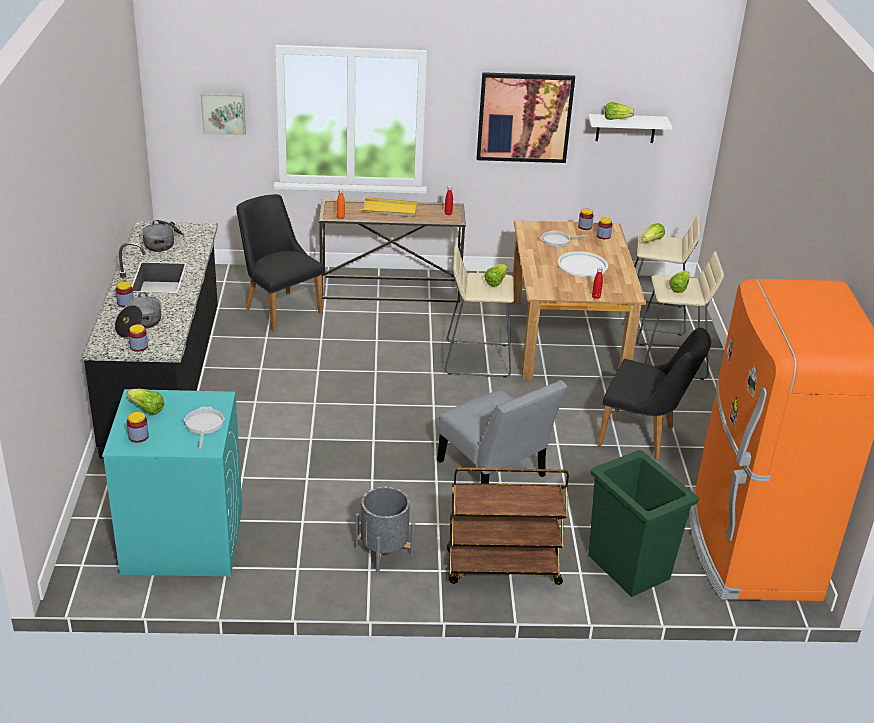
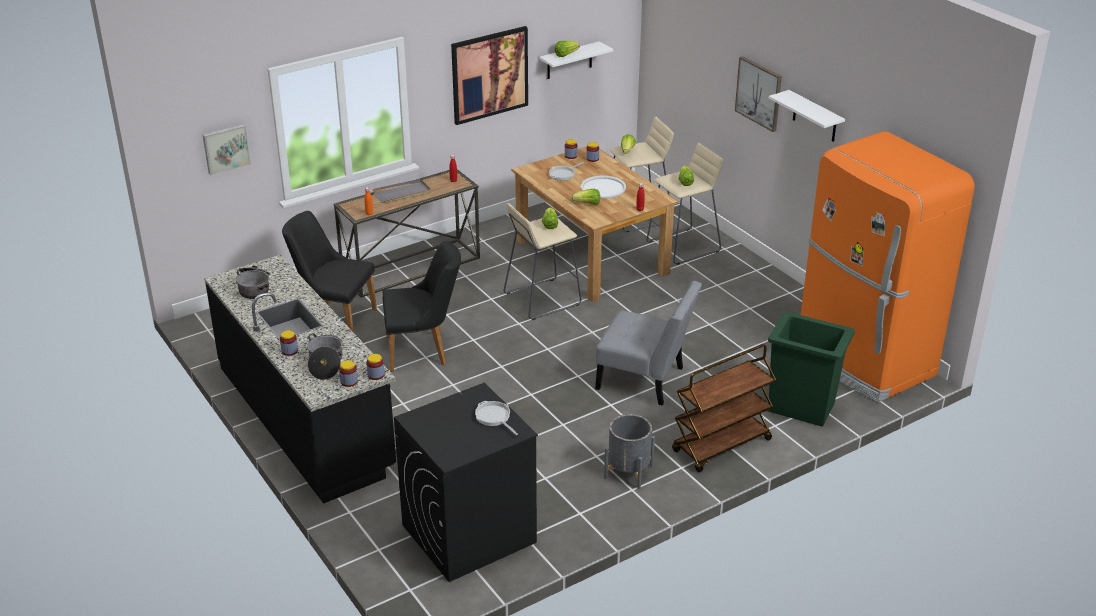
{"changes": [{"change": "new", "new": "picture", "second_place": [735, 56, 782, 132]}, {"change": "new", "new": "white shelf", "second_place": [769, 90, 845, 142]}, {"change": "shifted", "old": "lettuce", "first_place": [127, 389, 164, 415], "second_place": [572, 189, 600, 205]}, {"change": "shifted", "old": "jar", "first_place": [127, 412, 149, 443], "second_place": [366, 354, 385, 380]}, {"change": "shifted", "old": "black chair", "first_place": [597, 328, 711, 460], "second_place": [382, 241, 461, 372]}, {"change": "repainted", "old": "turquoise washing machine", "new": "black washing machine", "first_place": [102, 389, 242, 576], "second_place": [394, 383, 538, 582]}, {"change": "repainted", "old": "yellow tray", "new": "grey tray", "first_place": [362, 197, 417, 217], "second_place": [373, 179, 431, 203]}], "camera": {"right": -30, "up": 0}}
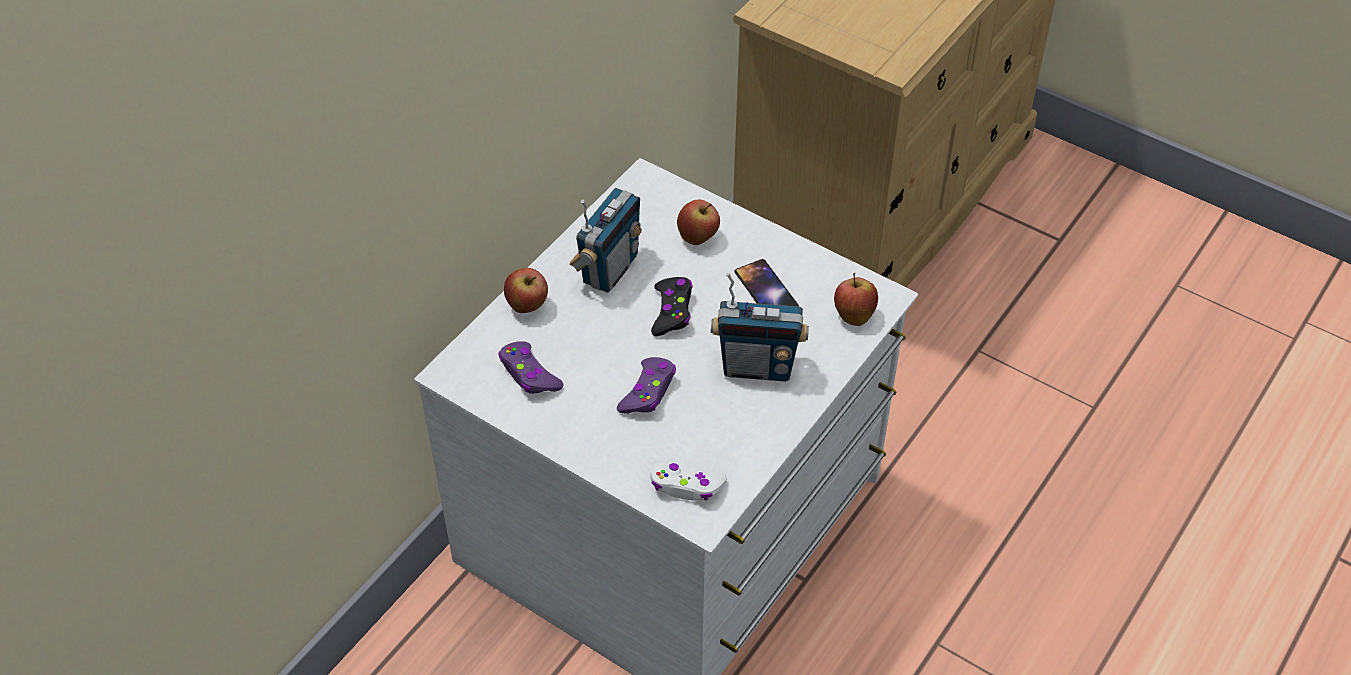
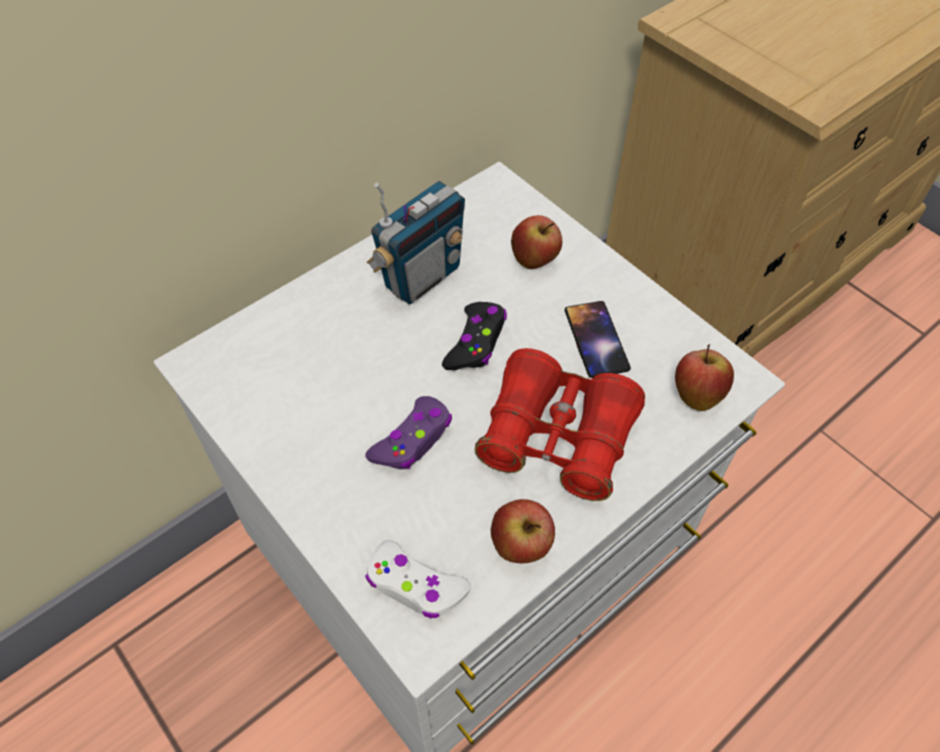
{"changes": [{"change": "gone", "old": "purple game controller", "first_place": [499, 341, 563, 394]}, {"change": "shifted", "old": "apple", "first_place": [504, 268, 548, 313], "second_place": [491, 499, 555, 563]}, {"change": "swapped", "old": "radio", "new": "red binoculars", "first_place": [711, 273, 809, 381], "second_place": [475, 348, 645, 501]}], "camera": {"right": 15, "up": 5}}
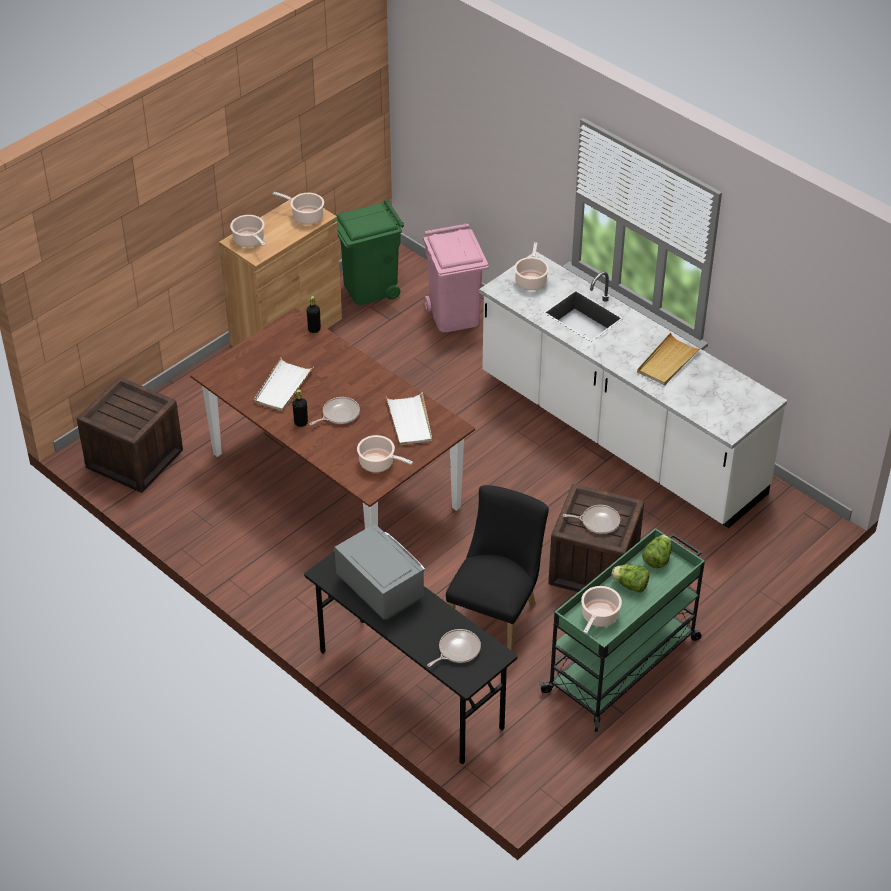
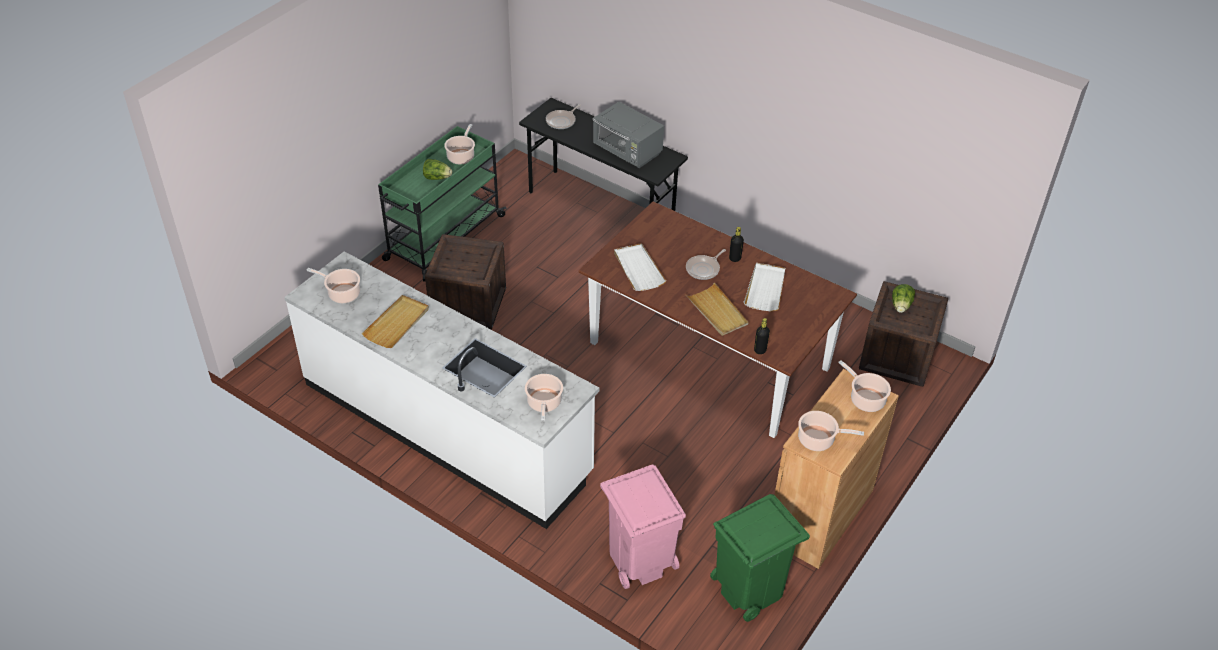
{"changes": [{"change": "gone", "old": "black chair", "first_place": [446, 485, 549, 652]}, {"change": "gone", "old": "frying pan", "first_place": [563, 505, 620, 534]}, {"change": "new", "new": "beige tray", "second_place": [685, 282, 749, 336]}, {"change": "shifted", "old": "cooking pot", "first_place": [357, 435, 413, 473], "second_place": [307, 268, 360, 303]}, {"change": "shifted", "old": "lettuce", "first_place": [642, 535, 672, 568], "second_place": [892, 284, 915, 313]}], "camera": {"right": 170, "up": 0}}
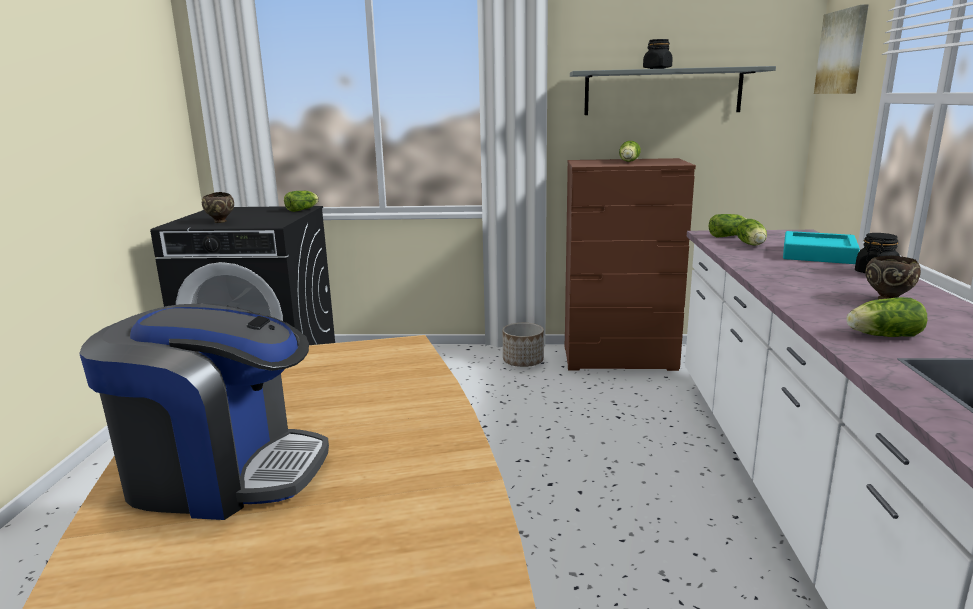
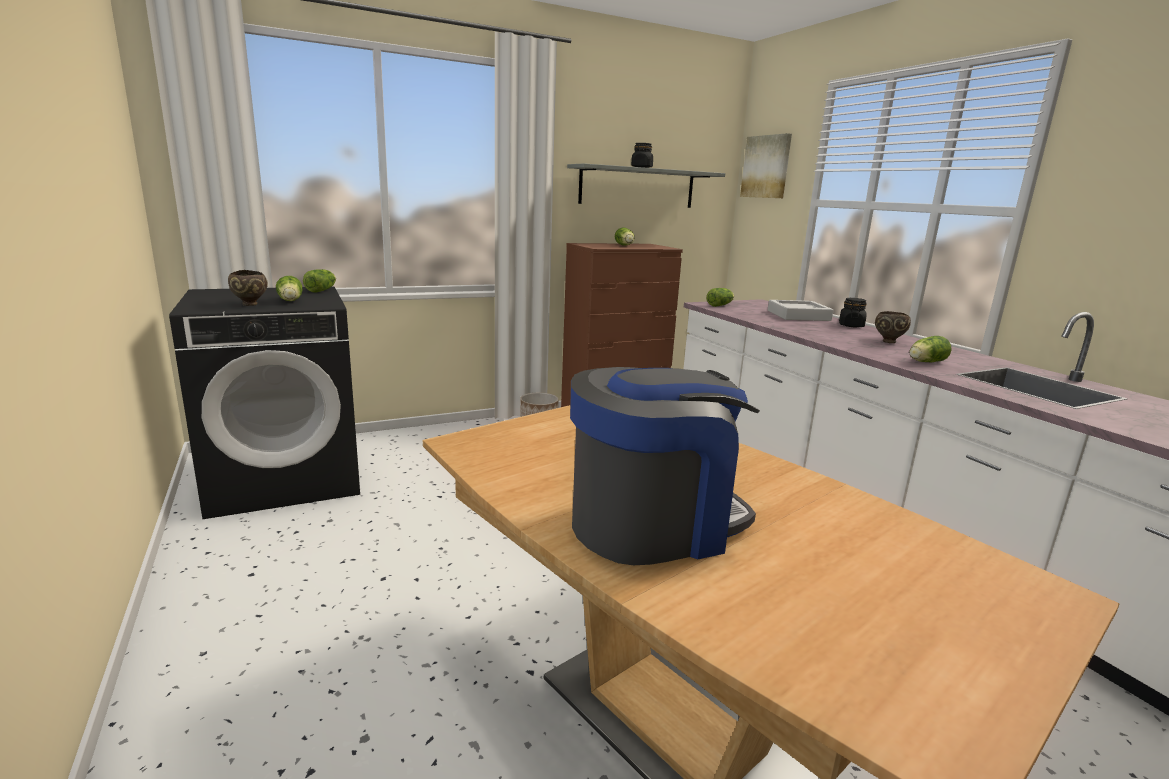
{"changes": [{"change": "shifted", "old": "lettuce", "first_place": [736, 219, 767, 246], "second_place": [276, 276, 303, 301]}, {"change": "repainted", "old": "turquoise tray", "new": "grey tray", "first_place": [783, 231, 860, 264], "second_place": [768, 300, 834, 321]}], "camera": {"right": -30, "up": 0}}
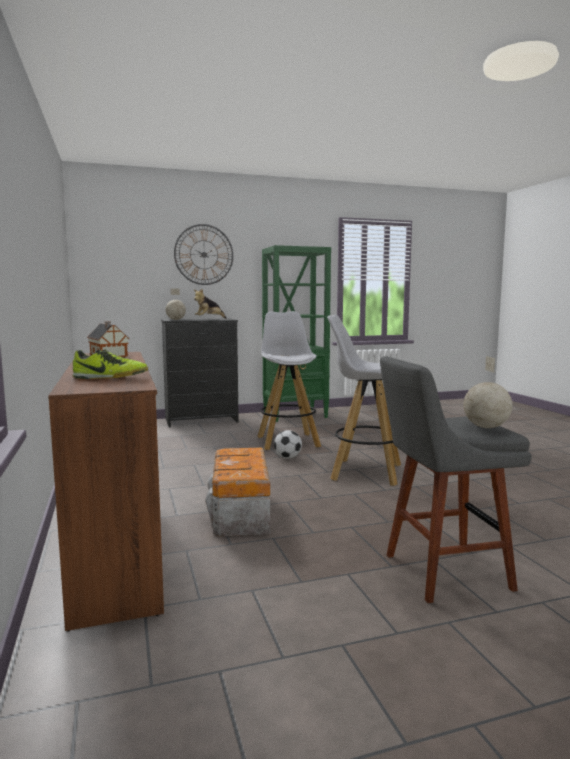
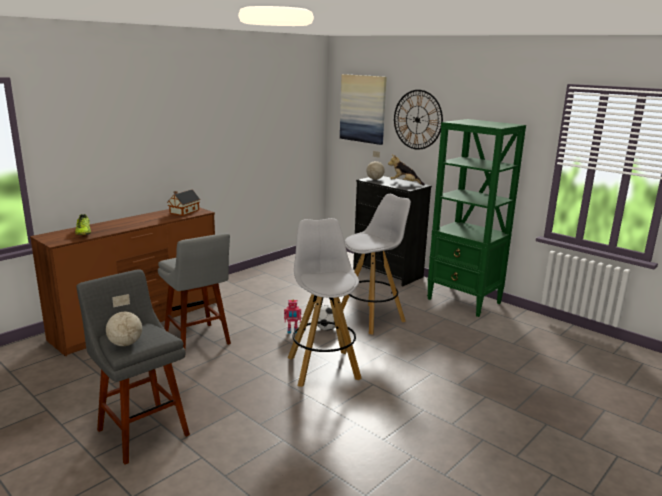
{"changes": [{"change": "new", "new": "toy robot", "second_place": [284, 300, 301, 334]}, {"change": "new", "new": "picture", "second_place": [340, 74, 387, 145]}, {"change": "swapped", "old": "storage box", "new": "grey stool", "first_place": [205, 448, 270, 537], "second_place": [158, 233, 231, 349]}], "camera": {"right": 60, "up": 10}}
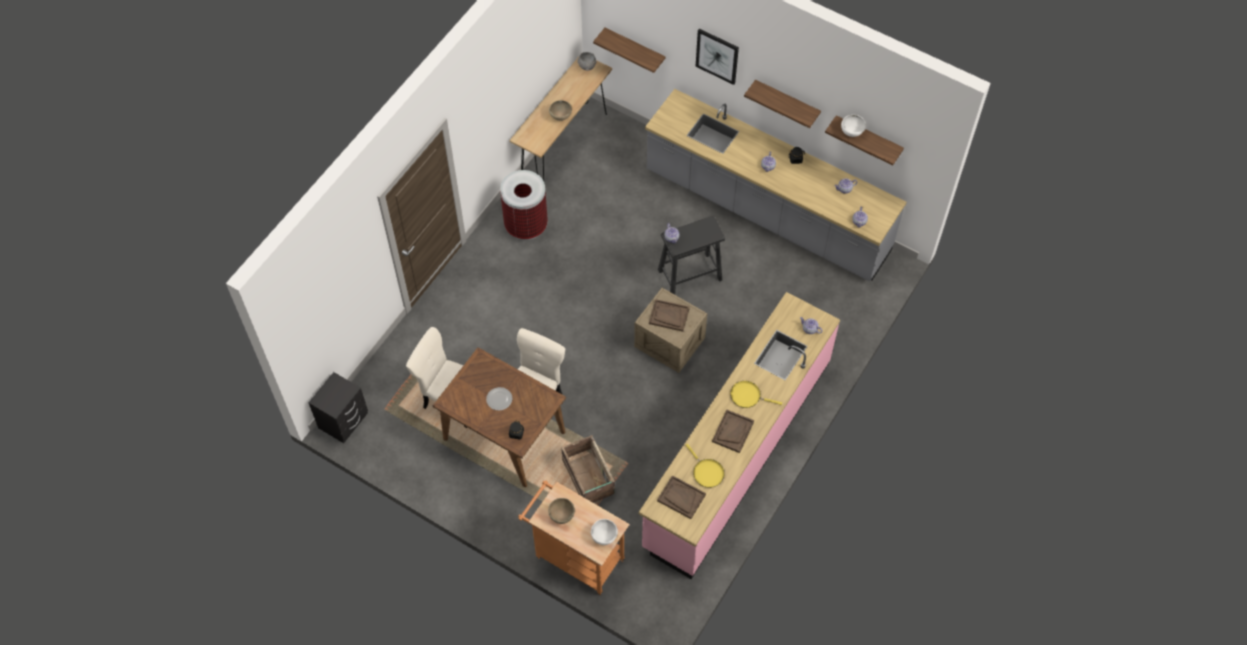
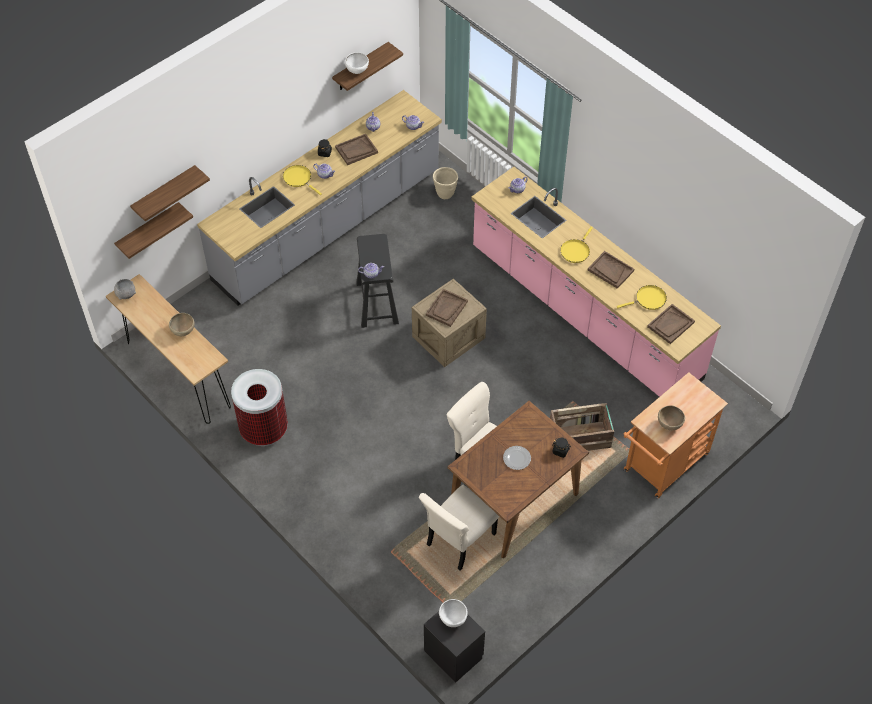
{"changes": [{"change": "gone", "old": "picture", "first_place": [696, 29, 739, 85]}, {"change": "new", "new": "yellow frying pan", "second_place": [283, 165, 322, 195]}, {"change": "new", "new": "brown tray", "second_place": [335, 134, 378, 165]}, {"change": "new", "new": "beige planter", "second_place": [433, 167, 458, 199]}, {"change": "shifted", "old": "white bowl", "first_place": [591, 519, 618, 545], "second_place": [439, 599, 468, 627]}, {"change": "shifted", "old": "shelf", "first_place": [744, 80, 821, 128], "second_place": [130, 165, 210, 222]}], "camera": {"right": -75, "up": -5}}
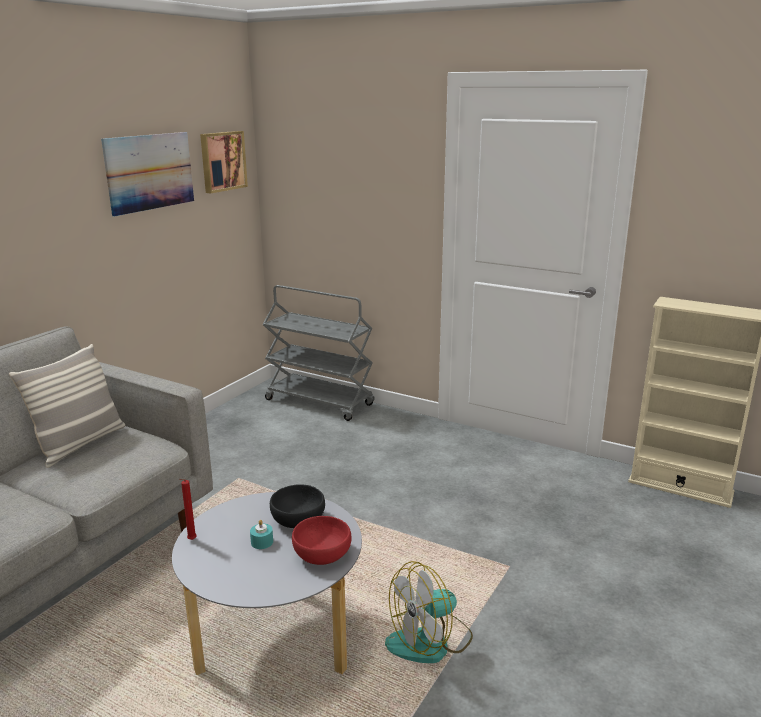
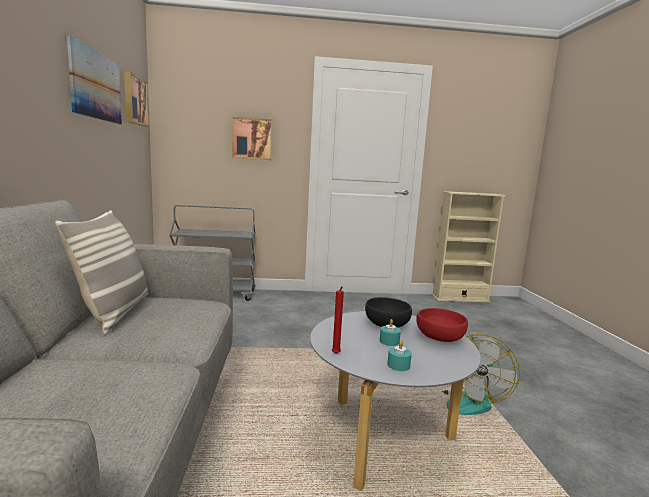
{"changes": [{"change": "new", "new": "picture", "second_place": [232, 117, 273, 160]}, {"change": "new", "new": "turquoise candle", "second_place": [387, 340, 412, 371]}], "camera": {"right": -35, "up": -10}}
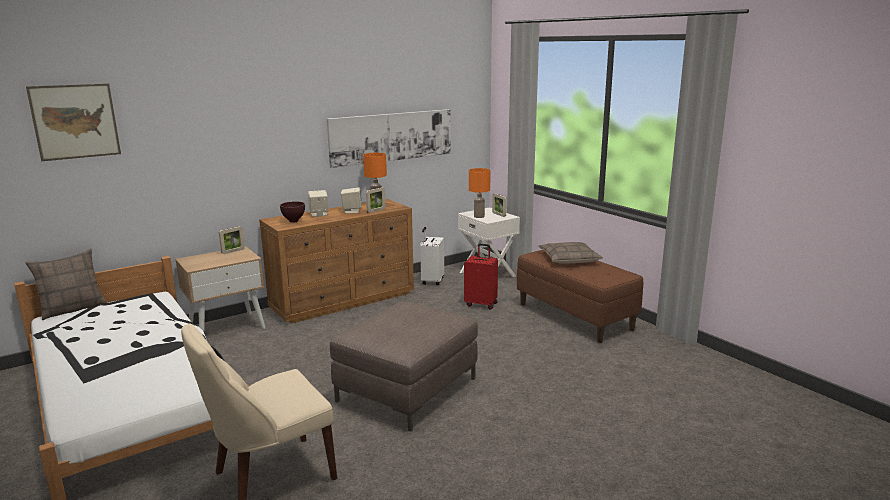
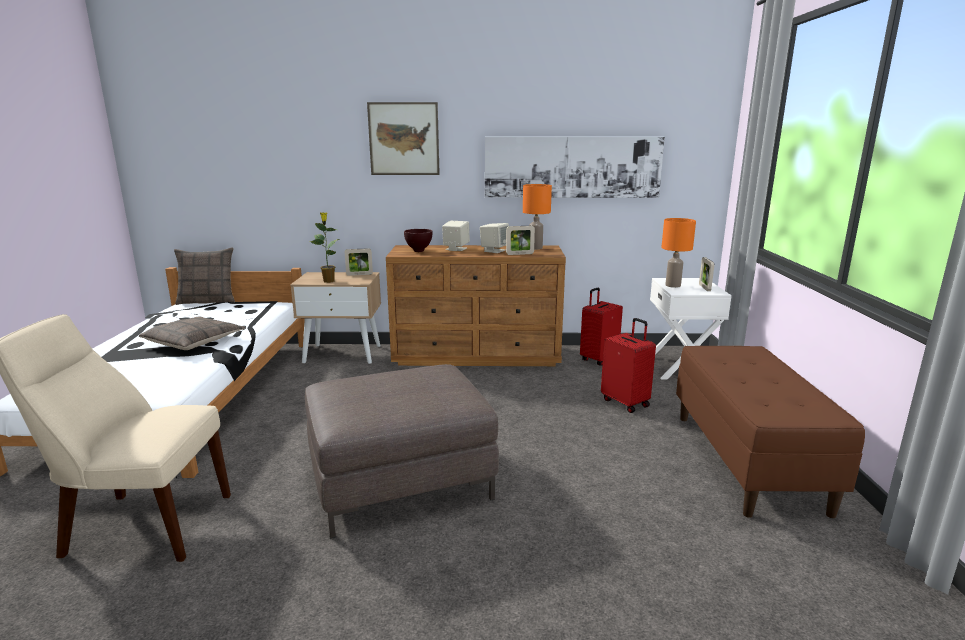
{"changes": [{"change": "new", "new": "potted plant", "second_place": [310, 212, 340, 283]}, {"change": "shifted", "old": "picture", "first_place": [26, 83, 121, 161], "second_place": [367, 102, 440, 175]}, {"change": "shifted", "old": "pillow", "first_place": [539, 242, 603, 263], "second_place": [139, 317, 245, 350]}, {"change": "repainted", "old": "white suitcase", "new": "red suitcase", "first_place": [420, 227, 444, 285], "second_place": [580, 288, 623, 366]}], "camera": {"right": 35, "up": 0}}
